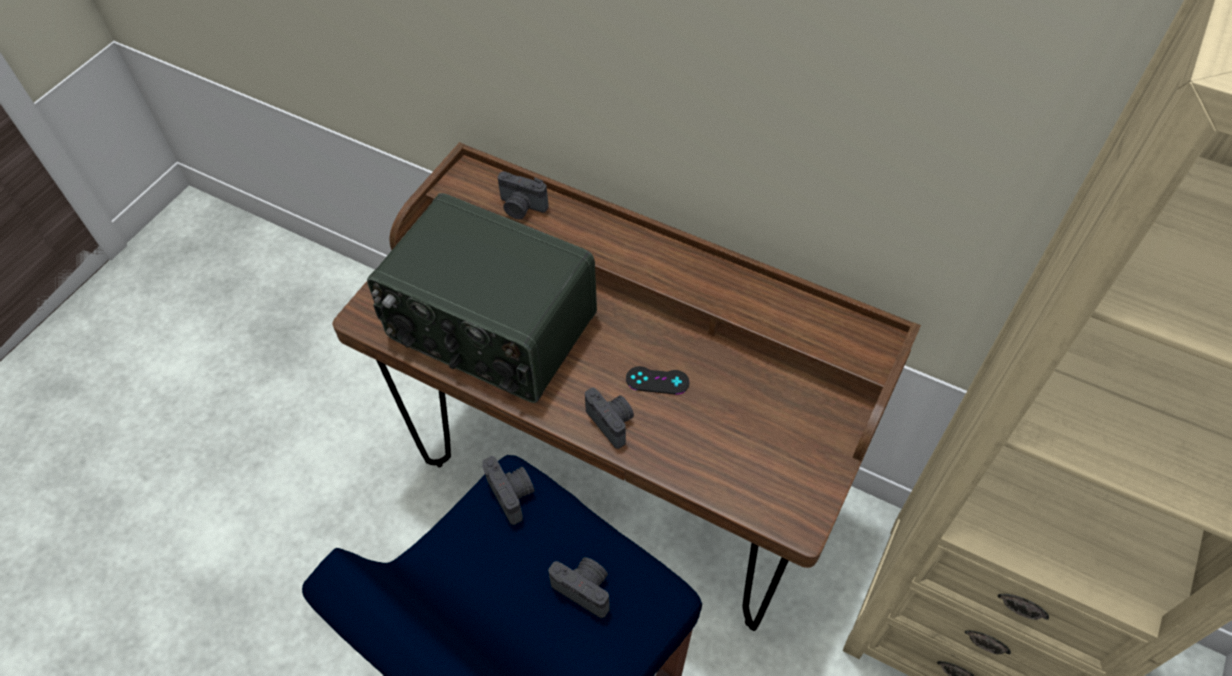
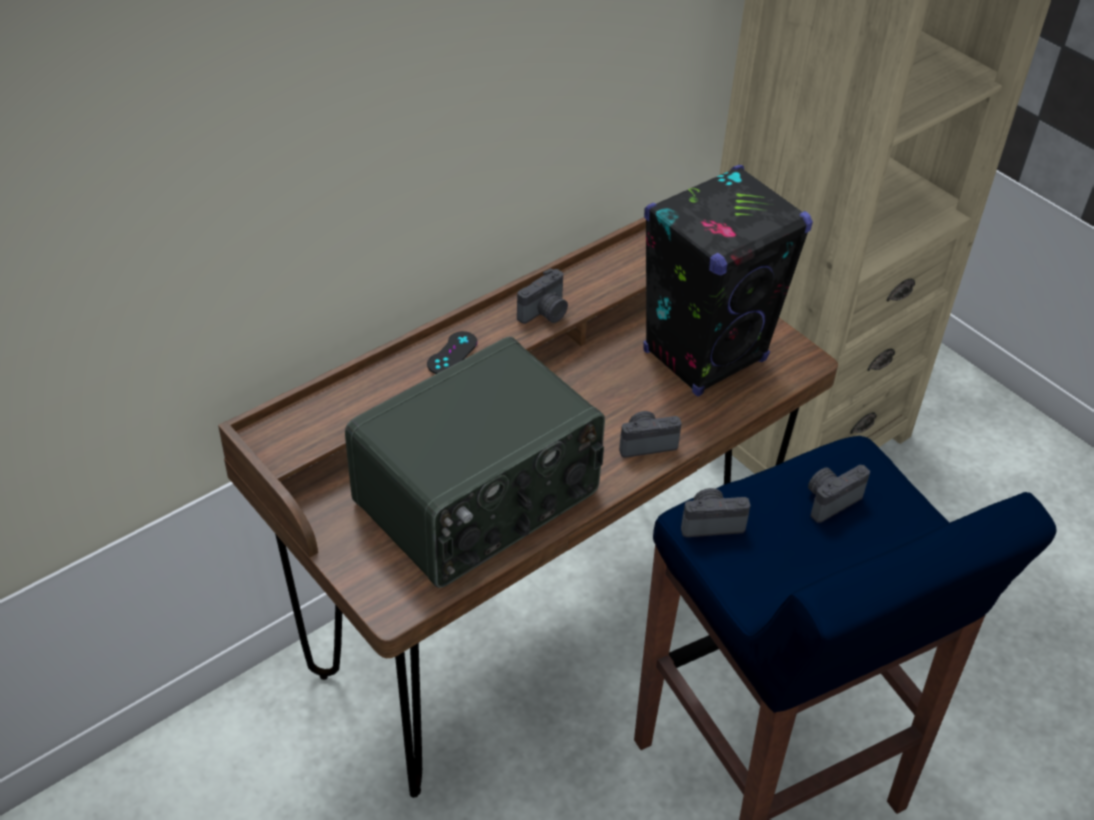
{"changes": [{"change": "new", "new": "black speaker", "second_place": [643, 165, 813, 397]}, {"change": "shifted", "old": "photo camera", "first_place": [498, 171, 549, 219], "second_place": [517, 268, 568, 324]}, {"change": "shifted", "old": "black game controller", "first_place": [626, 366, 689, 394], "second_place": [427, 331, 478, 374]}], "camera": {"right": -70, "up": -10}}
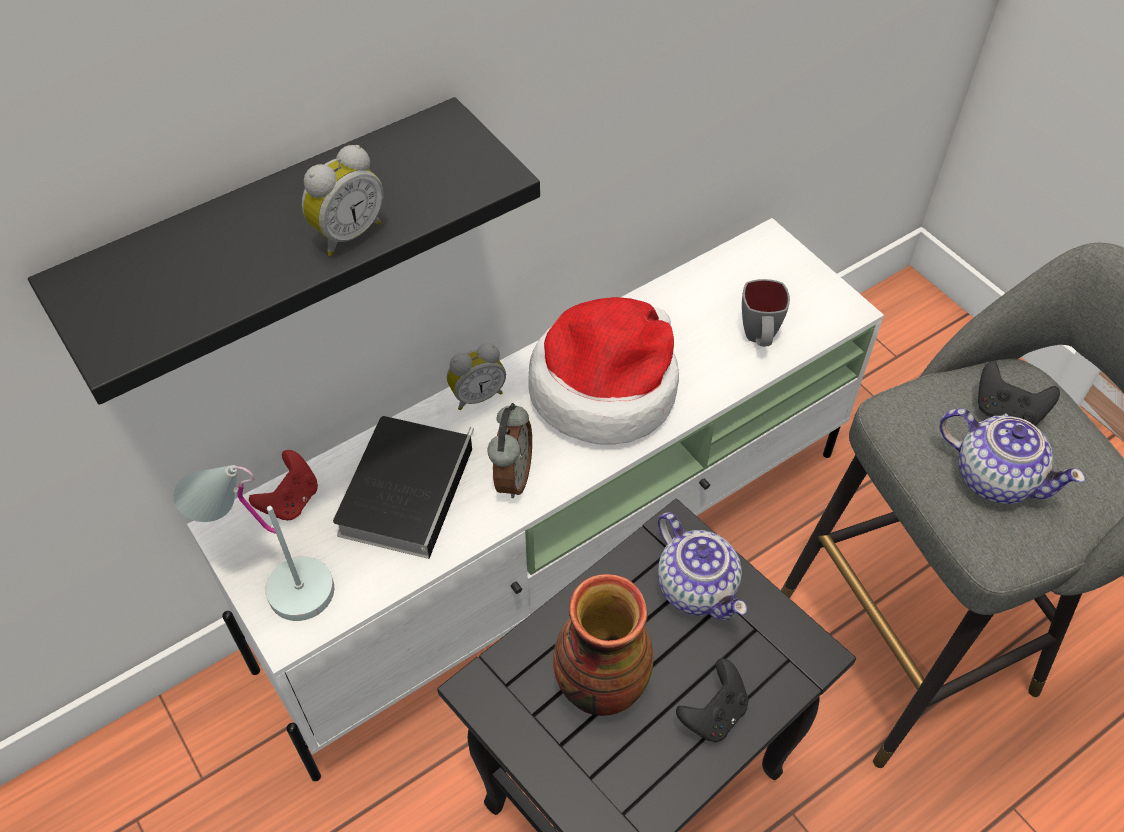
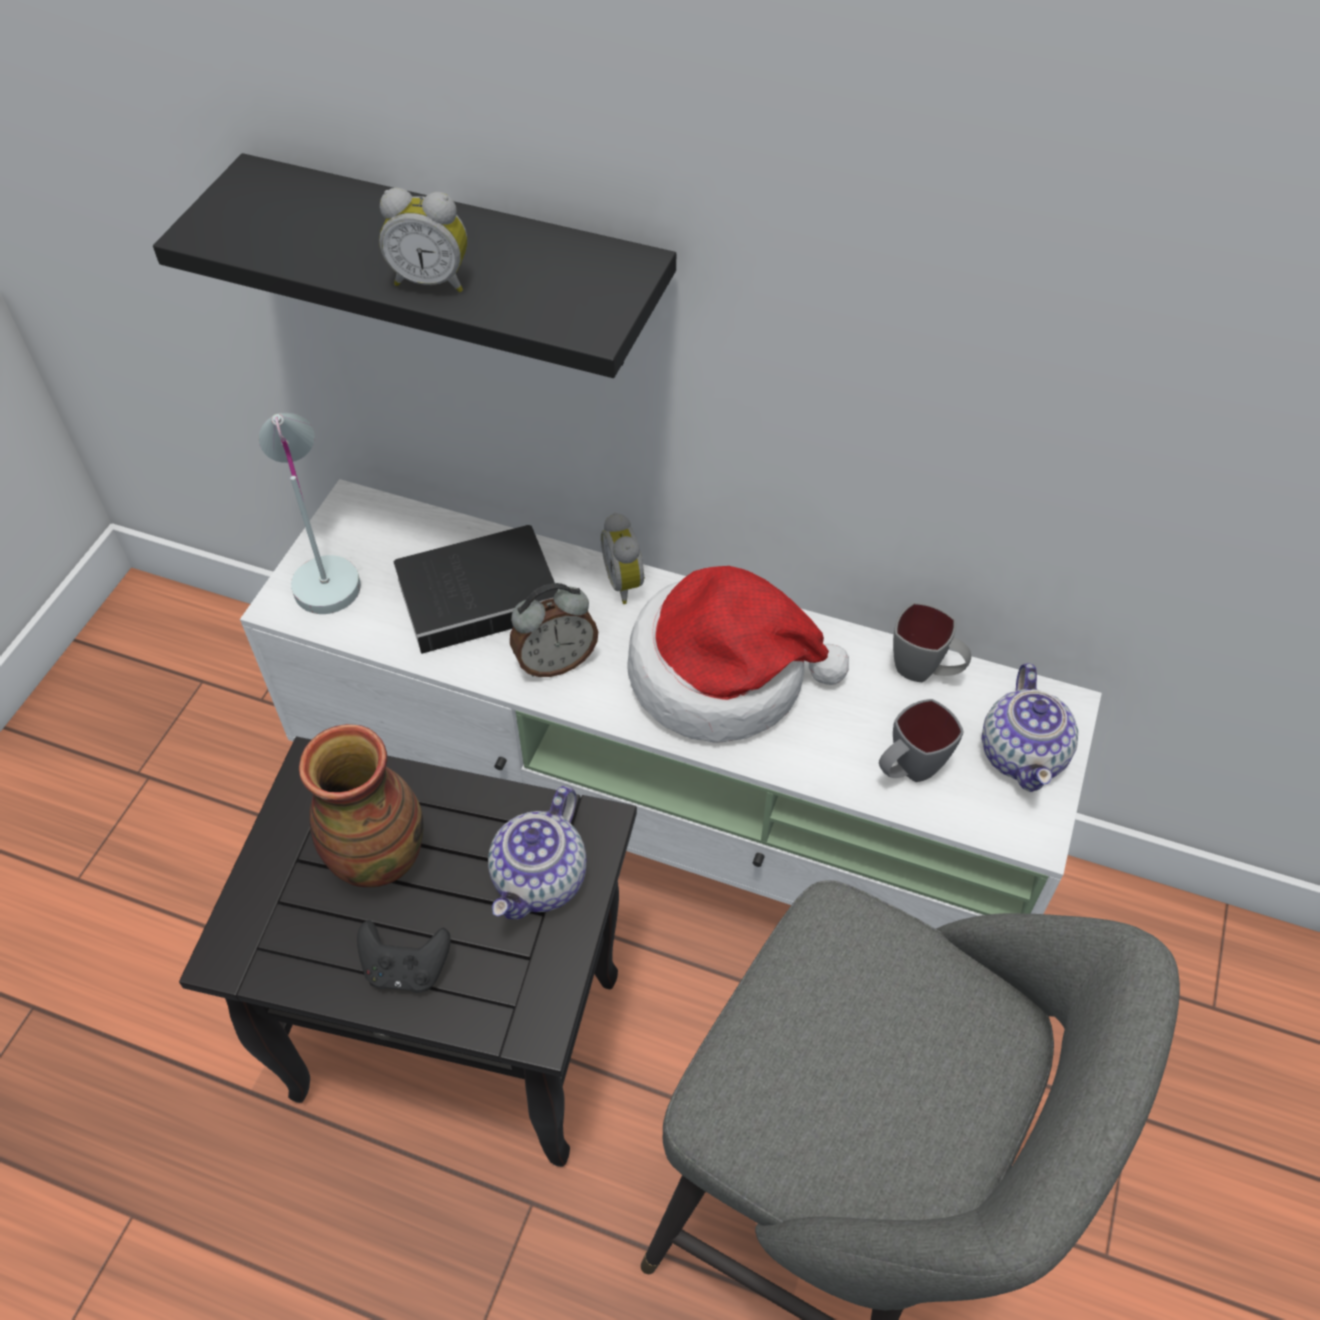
{"changes": [{"change": "gone", "old": "red game controller", "first_place": [249, 450, 318, 521]}, {"change": "gone", "old": "black game controller", "first_place": [978, 361, 1060, 426]}, {"change": "new", "new": "grey mug", "second_place": [893, 602, 971, 682]}, {"change": "shifted", "old": "teapot", "first_place": [939, 409, 1086, 504], "second_place": [982, 663, 1078, 792]}, {"change": "rotated", "old": "alarm clock", "first_place": [447, 343, 506, 410], "second_place": [601, 513, 645, 604], "degrees": 45}], "camera": {"right": 55, "up": 0}}
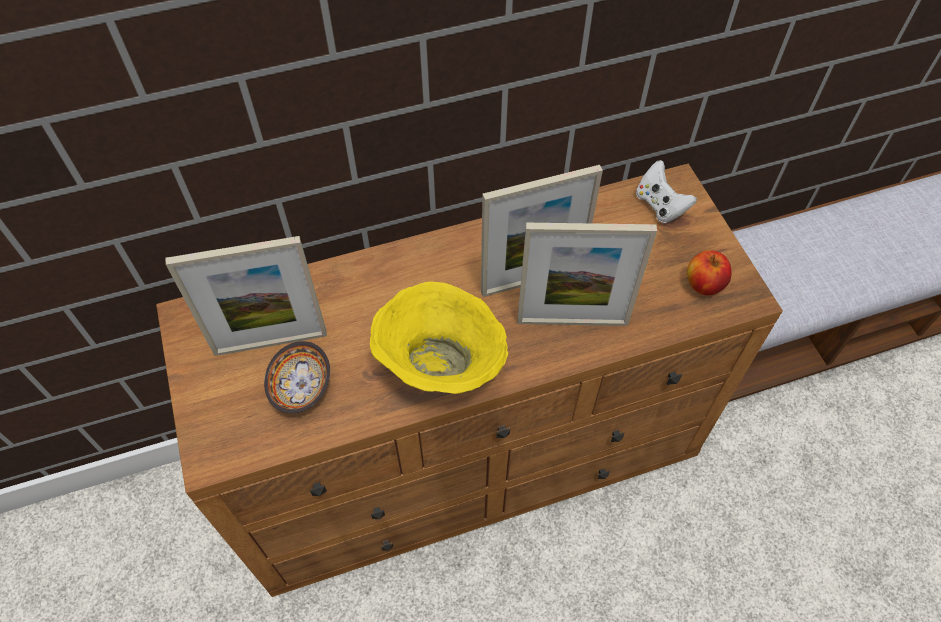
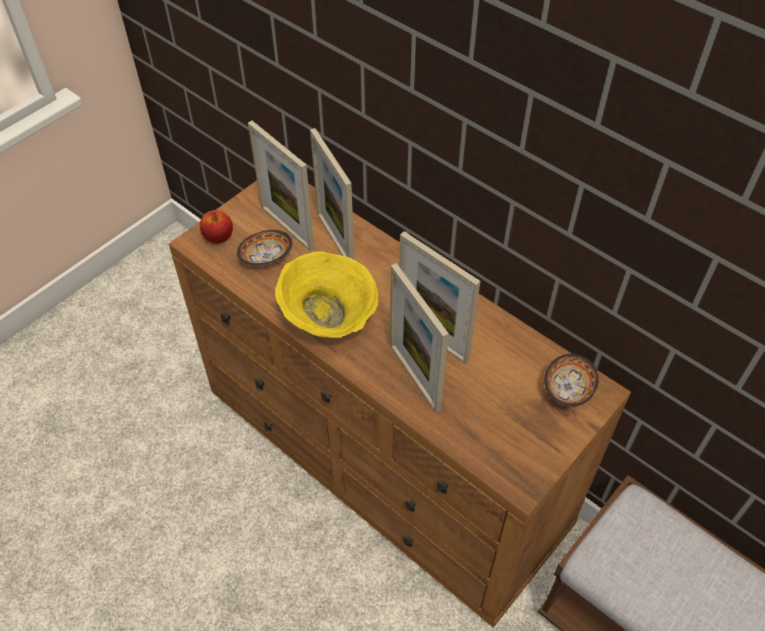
{"changes": [{"change": "new", "new": "picture frame", "second_place": [310, 128, 354, 260]}, {"change": "shifted", "old": "apple", "first_place": [687, 250, 732, 295], "second_place": [200, 210, 233, 244]}, {"change": "swapped", "old": "white game controller", "new": "bowl", "first_place": [636, 160, 697, 223], "second_place": [544, 354, 599, 407]}], "camera": {"right": 60, "up": -5}}
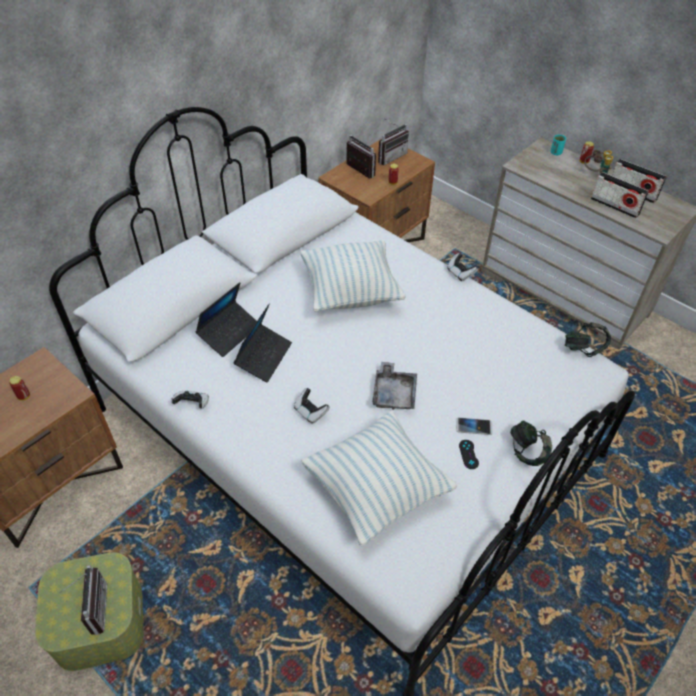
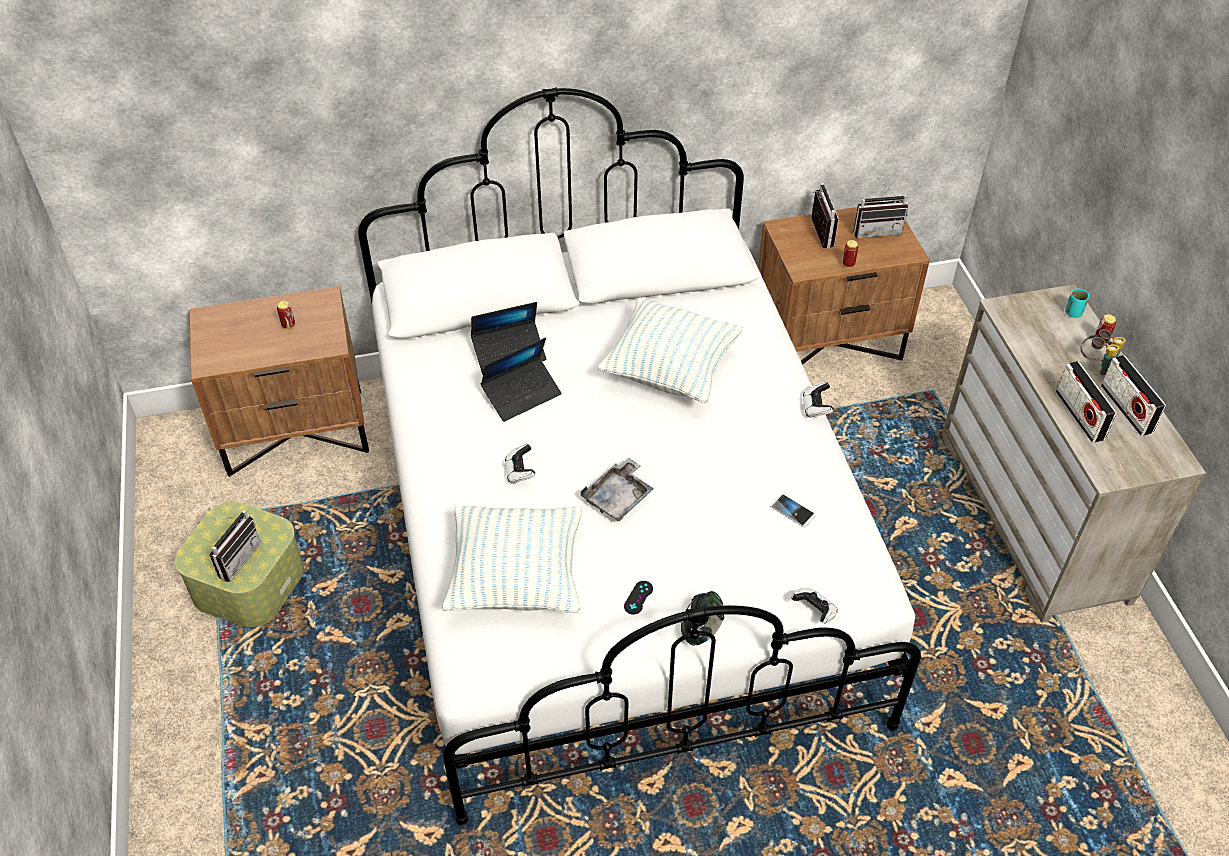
{"changes": [{"change": "gone", "old": "headphones", "first_place": [565, 322, 611, 357]}, {"change": "shifted", "old": "game controller", "first_place": [171, 391, 209, 408], "second_place": [791, 588, 838, 623]}, {"change": "shifted", "old": "phone", "first_place": [456, 417, 493, 435], "second_place": [770, 494, 816, 527]}], "camera": {"right": 35, "up": 0}}
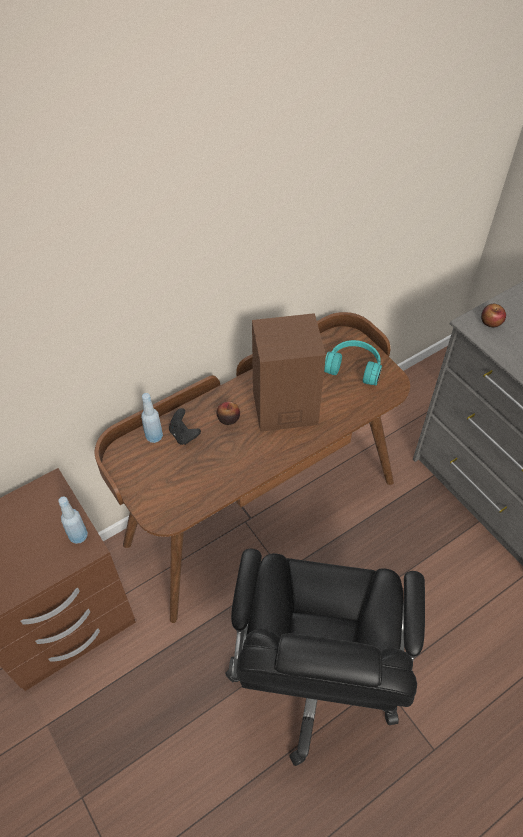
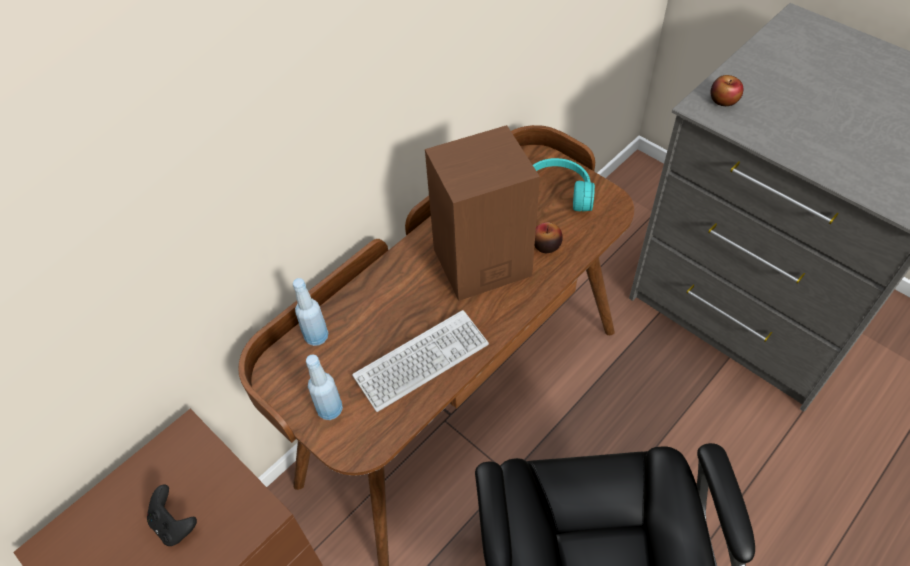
{"changes": [{"change": "new", "new": "keyboard", "second_place": [352, 310, 489, 412]}, {"change": "shifted", "old": "blue bottle", "first_place": [58, 496, 88, 544], "second_place": [306, 354, 343, 420]}, {"change": "shifted", "old": "black game controller", "first_place": [169, 408, 201, 445], "second_place": [147, 484, 197, 546]}, {"change": "shifted", "old": "apple", "first_place": [217, 402, 240, 425], "second_place": [534, 222, 563, 253]}], "camera": {"right": -10, "up": 0}}
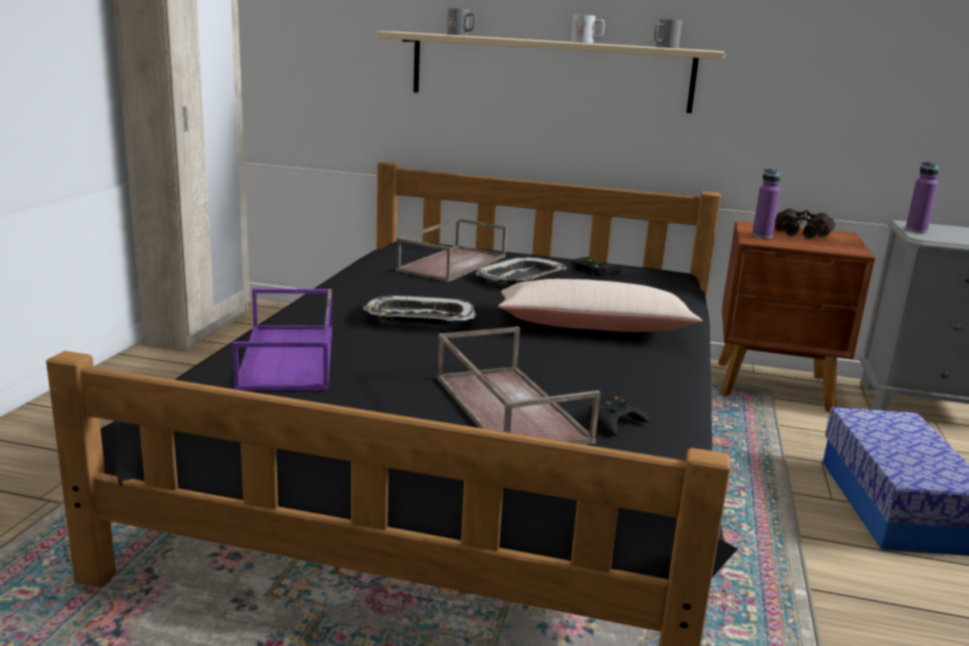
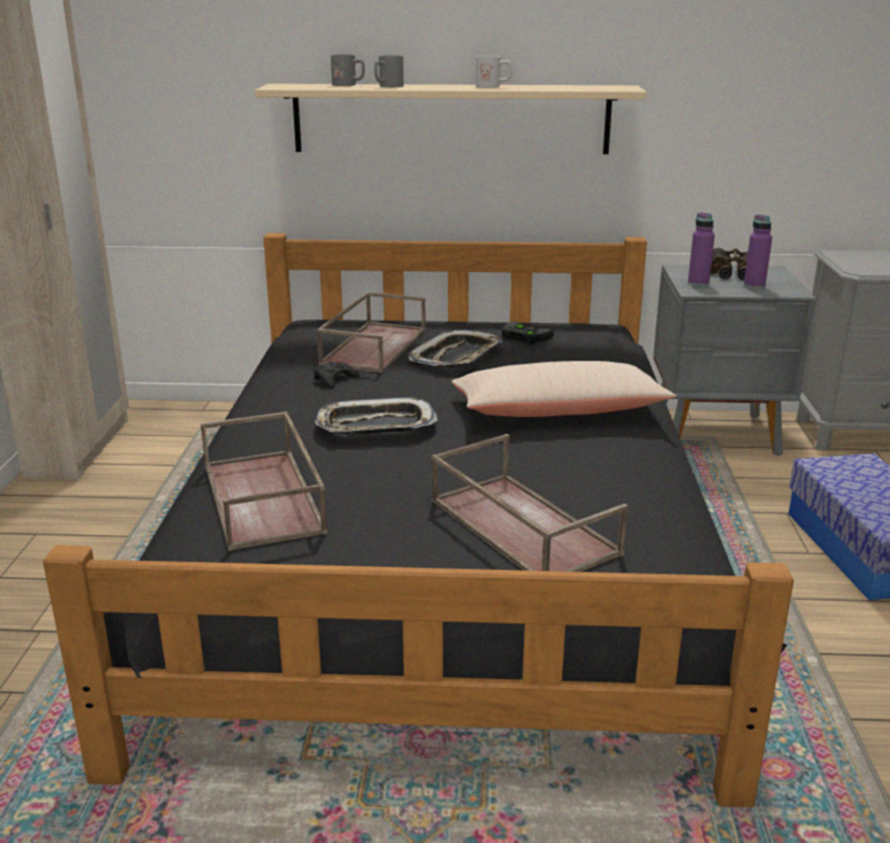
{"changes": [{"change": "shifted", "old": "black game controller", "first_place": [589, 396, 649, 436], "second_place": [314, 361, 359, 388]}, {"change": "shifted", "old": "grey mug", "first_place": [654, 19, 682, 48], "second_place": [374, 55, 404, 87]}, {"change": "shifted", "old": "purple bottle", "first_place": [905, 161, 939, 233], "second_place": [744, 214, 772, 289]}, {"change": "repainted", "old": "purple tray", "new": "brown tray", "first_place": [232, 288, 332, 391], "second_place": [201, 411, 327, 551]}, {"change": "repainted", "old": "brown nightstand", "new": "grey nightstand", "first_place": [718, 221, 875, 413], "second_place": [653, 265, 816, 456]}], "camera": {"right": -10, "up": 5}}
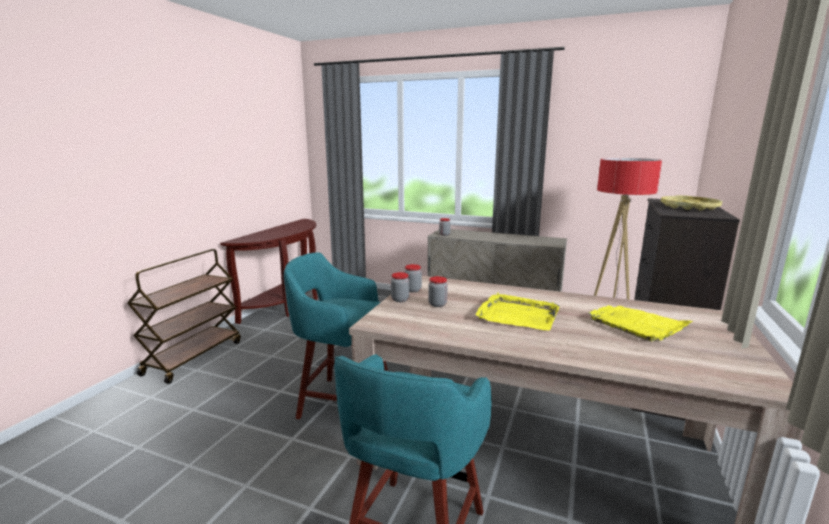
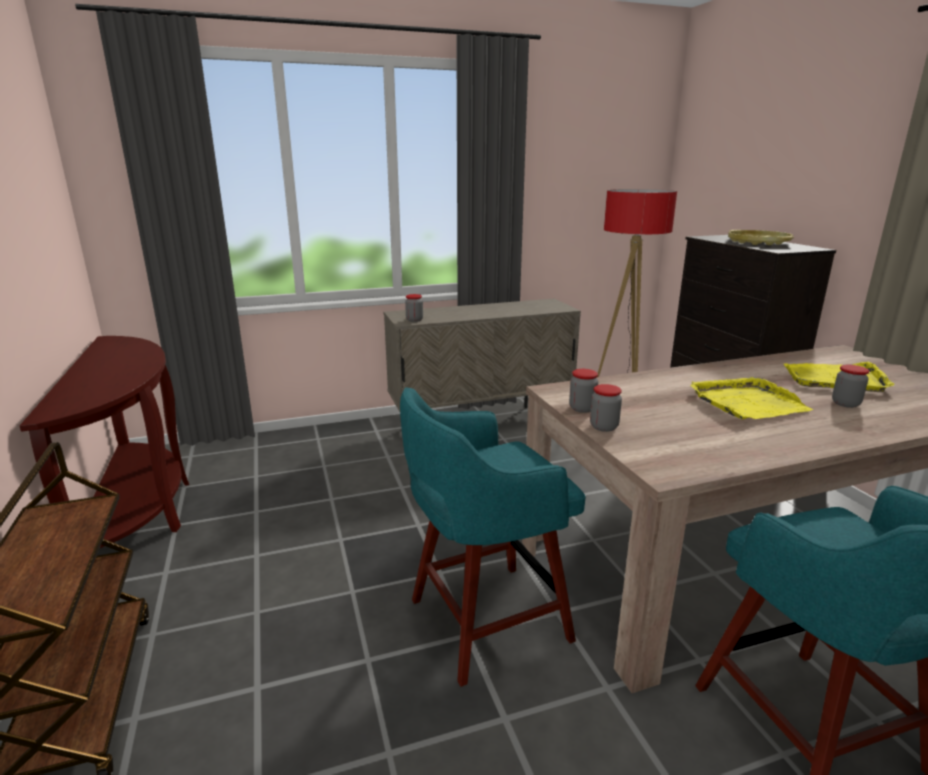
{"changes": [{"change": "shifted", "old": "jar", "first_place": [428, 276, 448, 307], "second_place": [832, 364, 869, 408]}], "camera": {"right": -40, "up": 5}}
